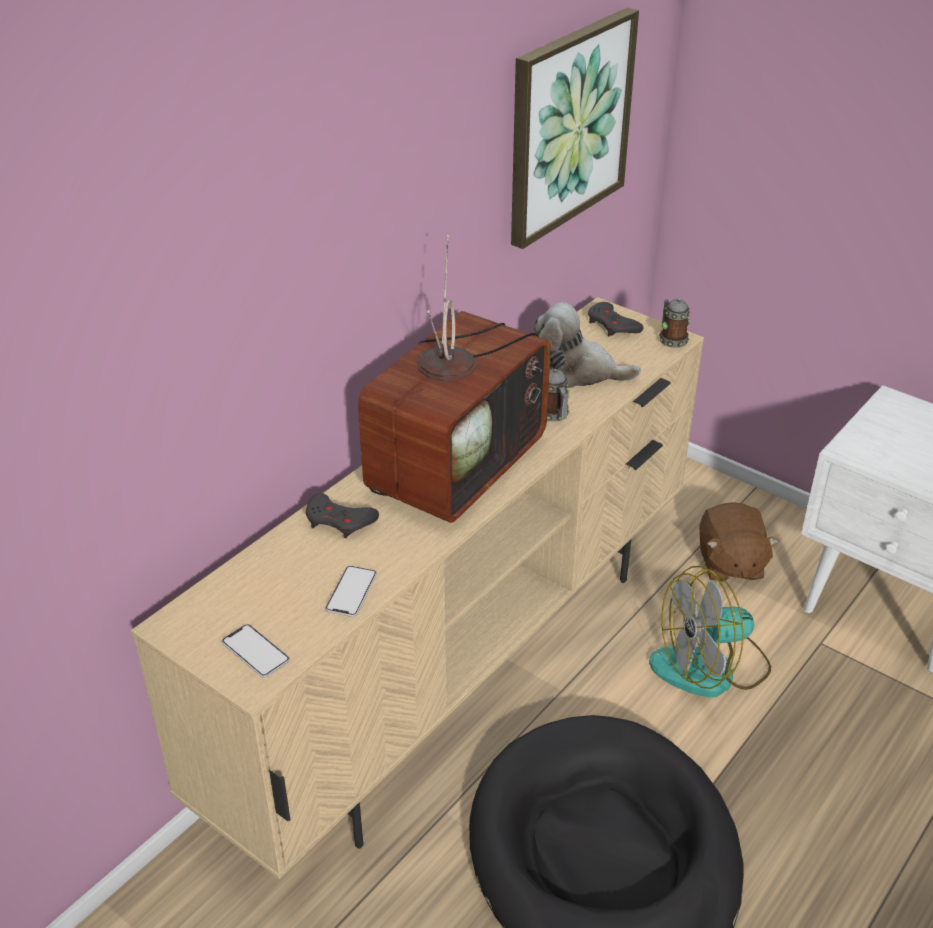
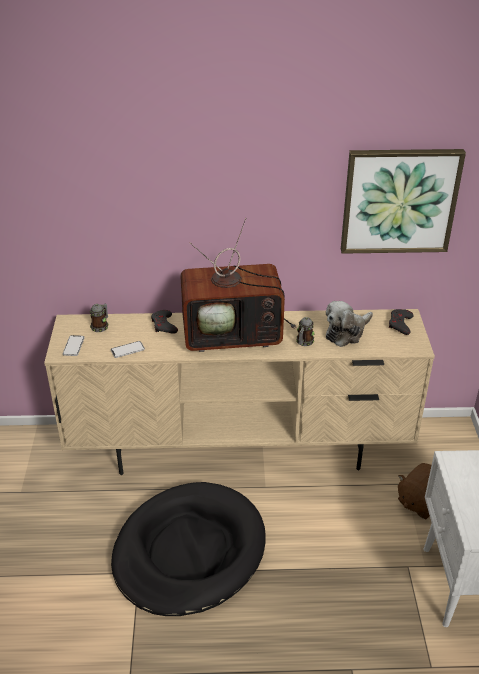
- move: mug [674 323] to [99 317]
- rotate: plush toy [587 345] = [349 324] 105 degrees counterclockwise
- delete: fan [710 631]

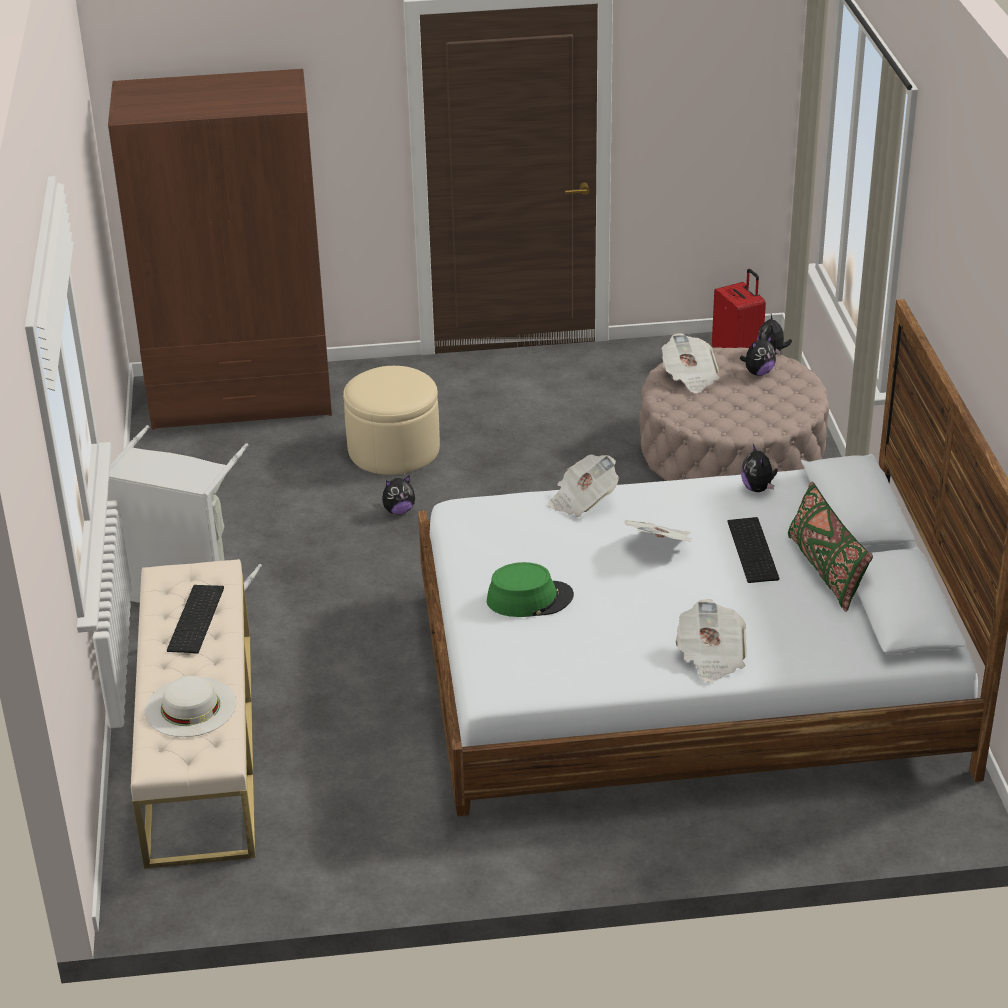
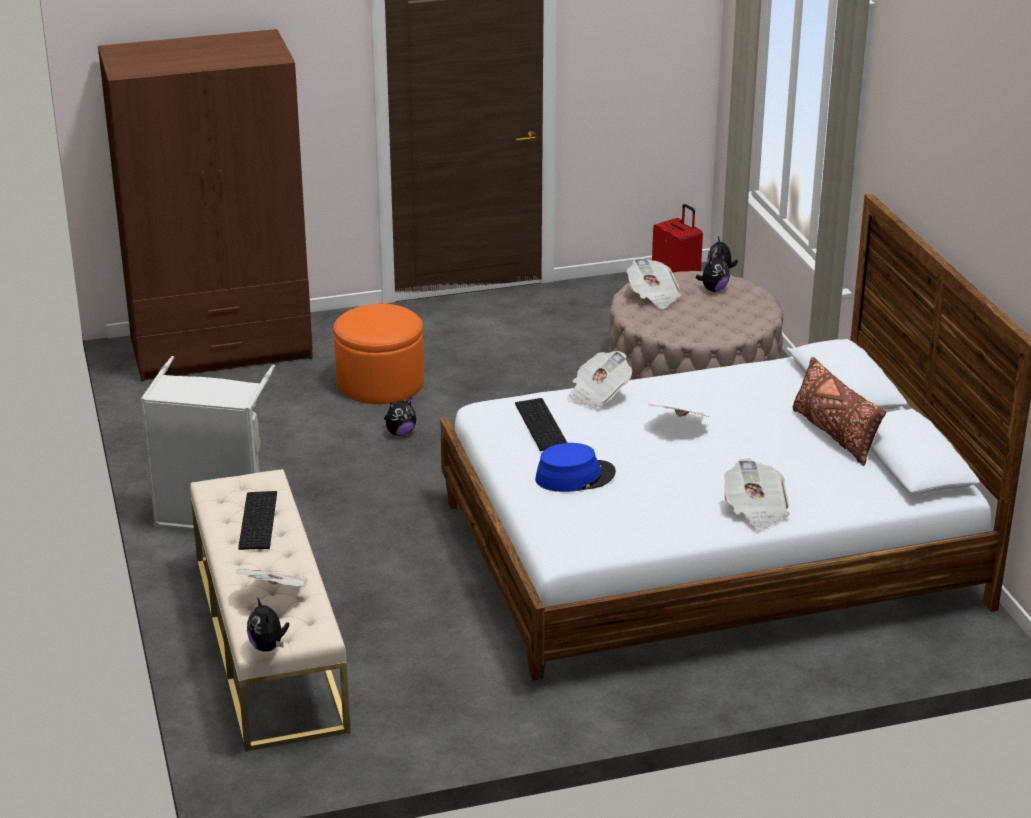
- replace: hat in white [190 706] to newspaper [272 578]
- move: plush toy [759 468] to [268 624]
- recolor: ottoman in beige [391 420] to ottoman in orange [379 354]
- move: keyboard [753 550] to [541 424]
- recolor: hat in green [530 589] to hat in blue [575 467]
- recolor: pillow in green [830 546] to pillow in brown [840 411]

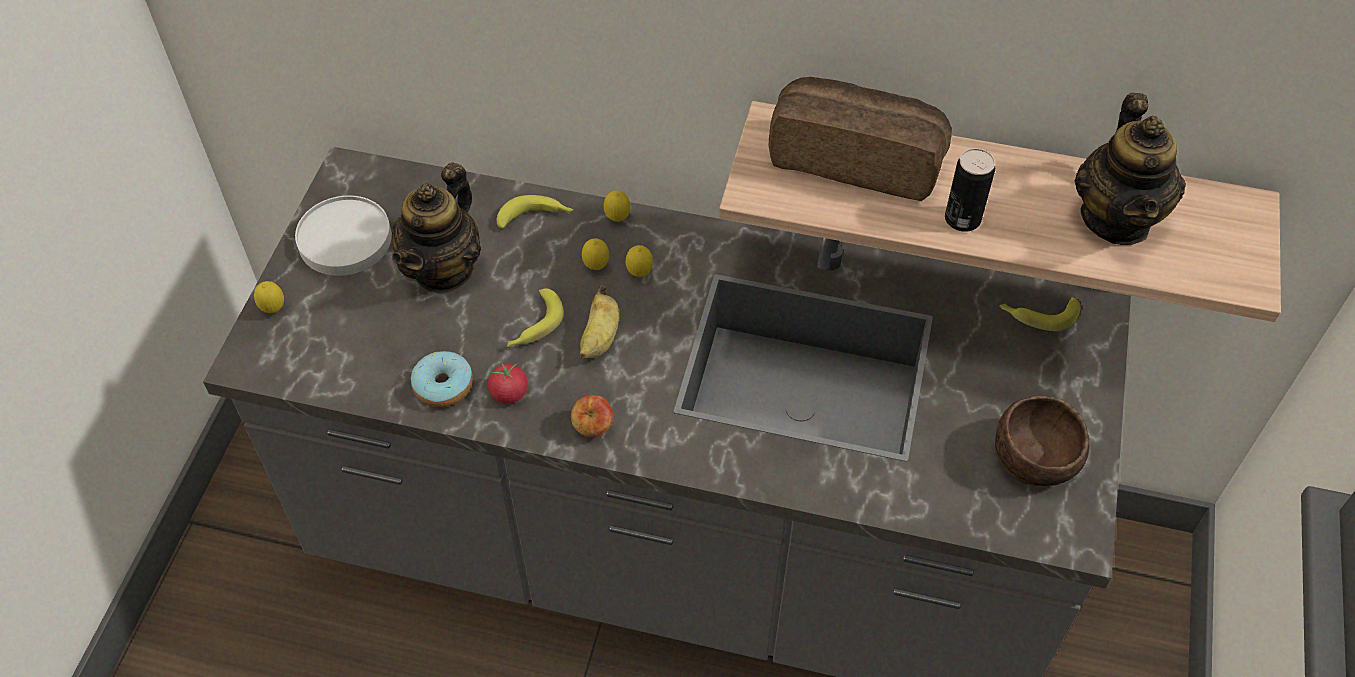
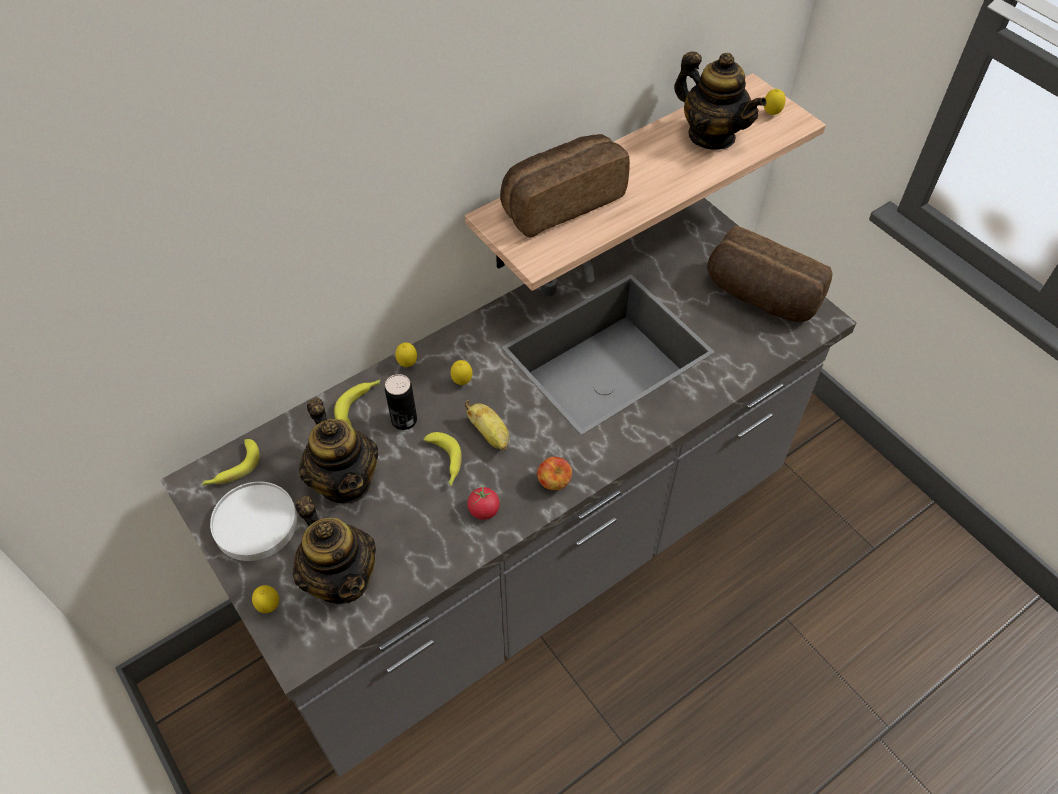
- move: banana [1040 314] to [231 462]
- insert: teapot [334 550]
- move: can [970 190] to [401 402]
- replace: bowl in brown [1042 441] to bread [769 274]
- move: lemon [595 254] to [774 102]
- delete: donut [442 379]

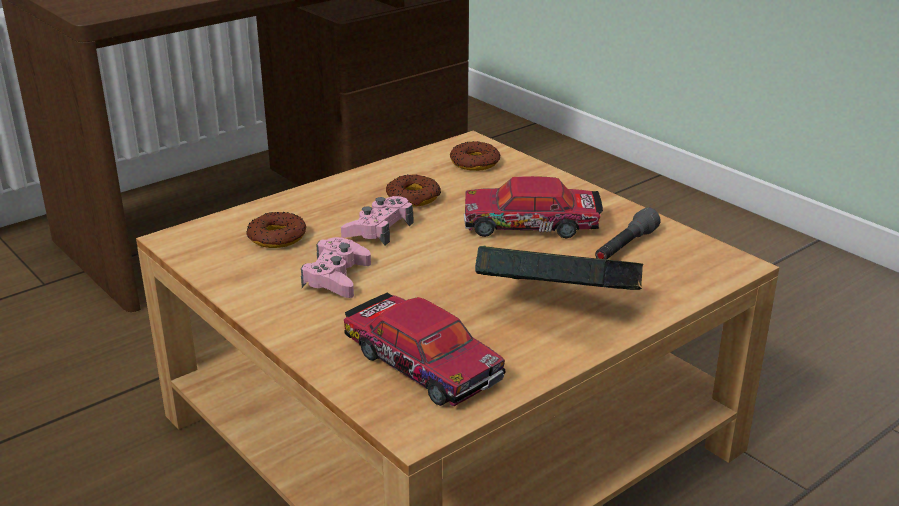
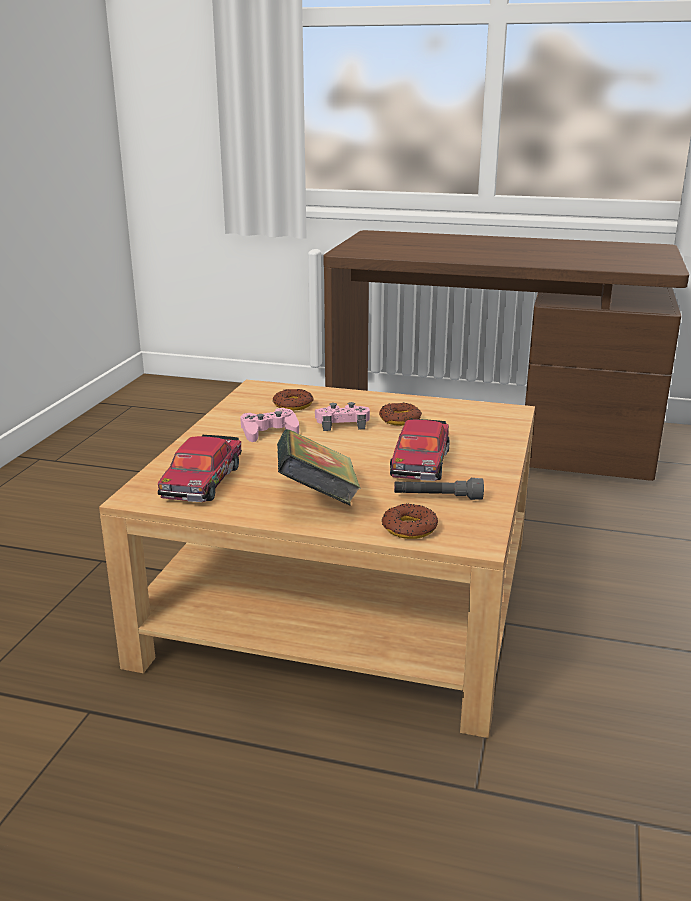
- move: donut [475 156] to [410 521]
- rotate: toy car [533 207] = [419 450] 135 degrees counterclockwise

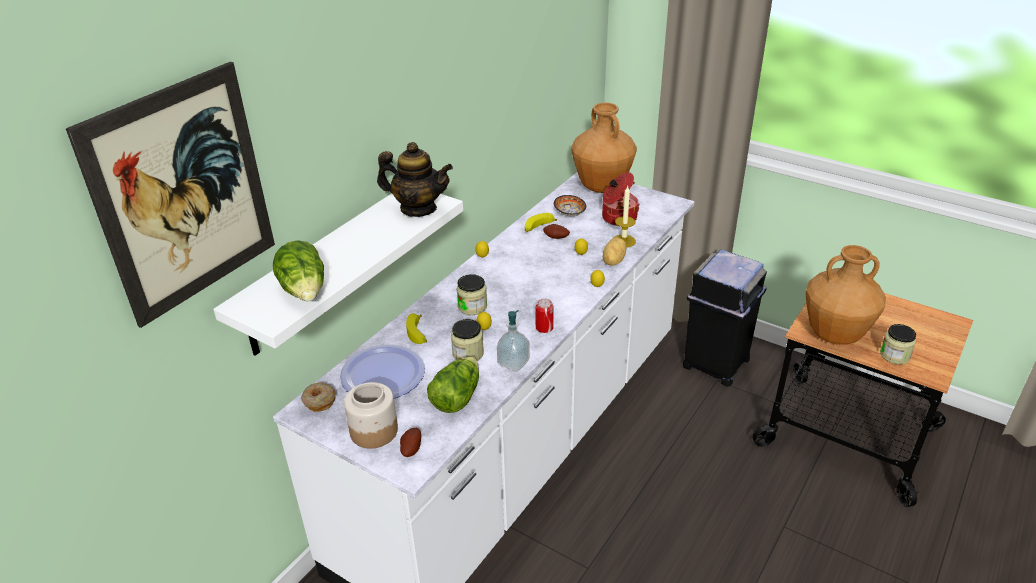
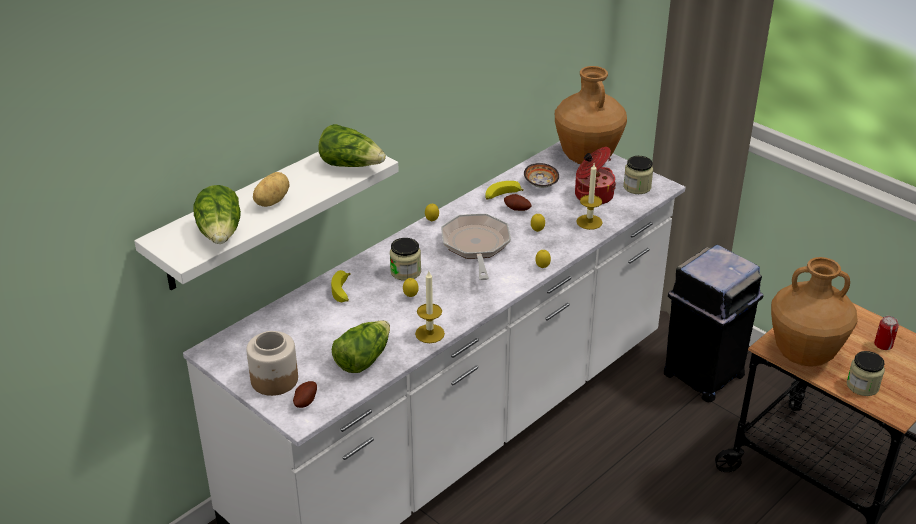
- move: potato [614 252] to [271 189]
- replace: teapot [415 179] to lettuce [352 145]
- replace: soap dispenser [513 341] to candle [430 307]
- insert: frying pan [476 247]
- move: jar [467 340] to [638 175]
- move: can [545 315] to [886 333]
- delete: picture [170 194]
- delete: donut [318 397]
- delete: plate [382 371]

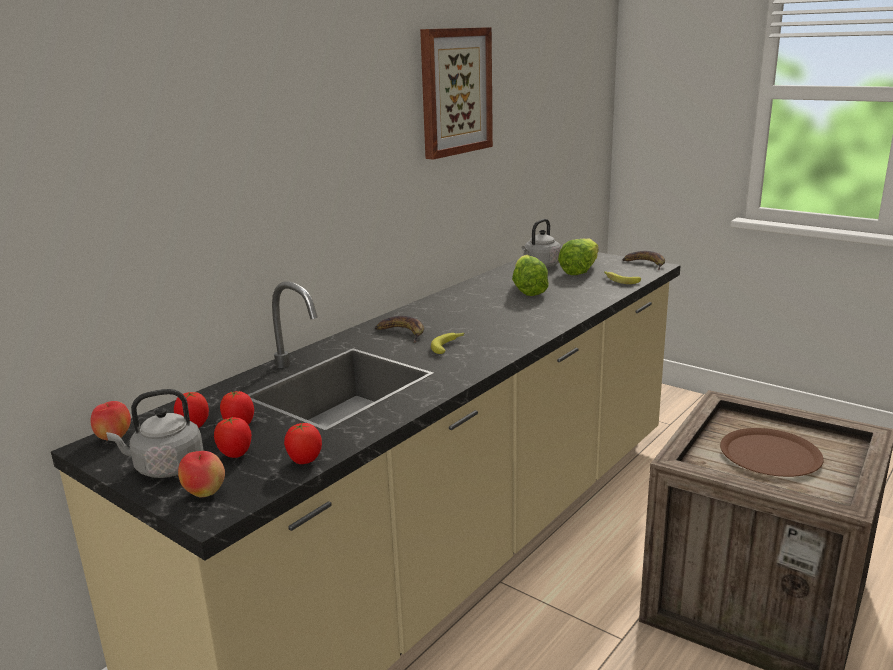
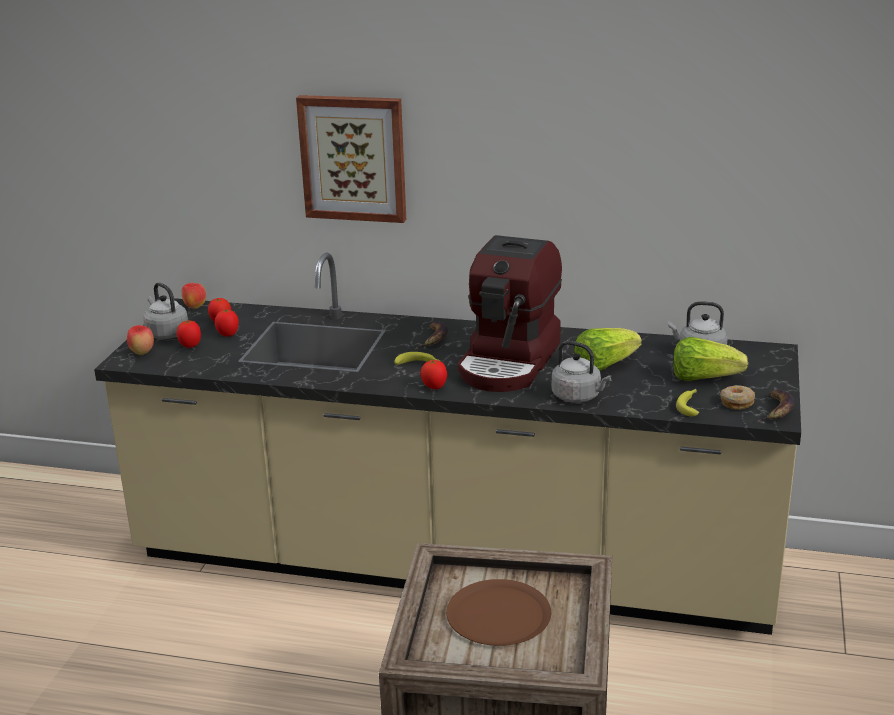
- move: picture [456 93] to [351 159]
- move: tomato [303 443] to [434 374]
- insert: coffee machine [510 313]
- insert: kettle in grey [581 372]
- insert: donut [737 397]

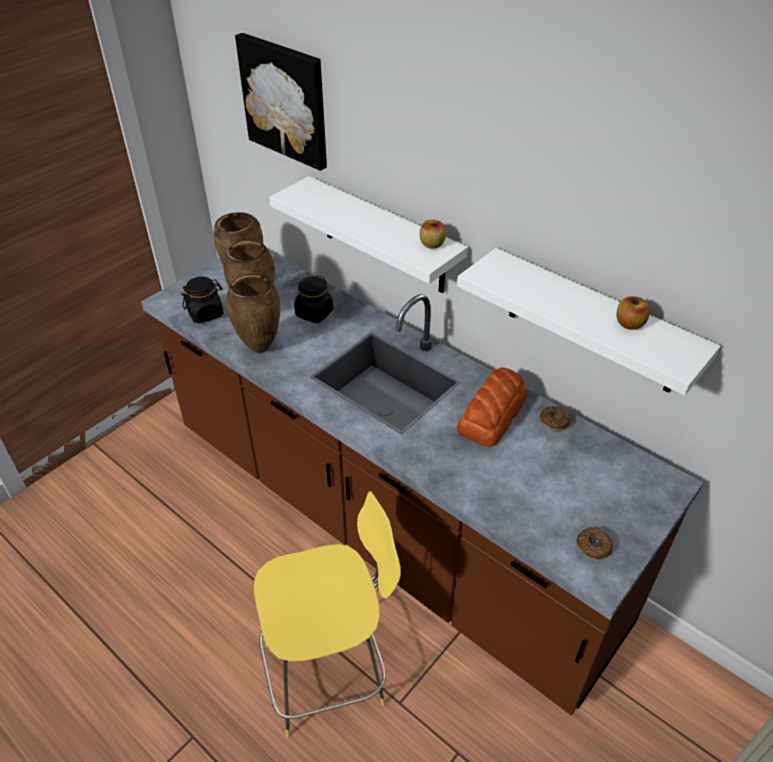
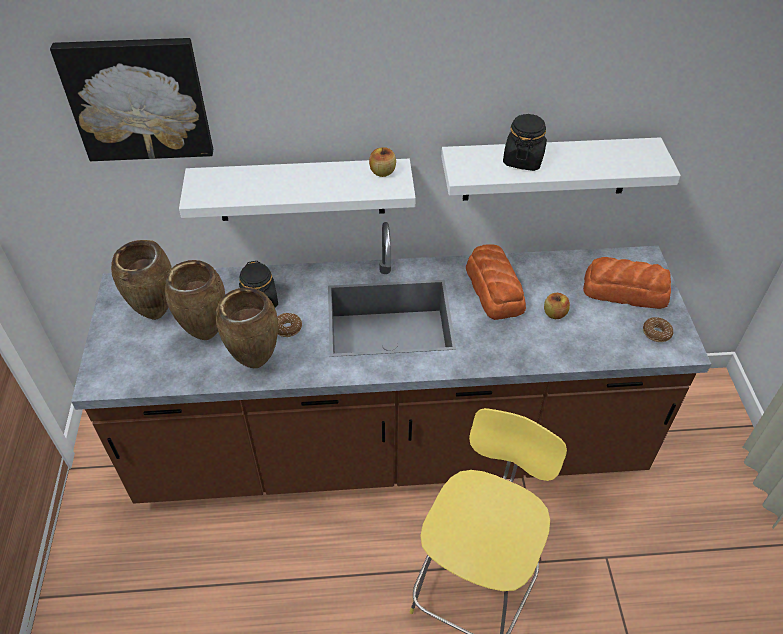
- move: donut [555 418] to [289 325]
- move: jar in black [202 299] to [525 142]
- move: apple [633 313] to [557 306]
- insert: bread [627 283]

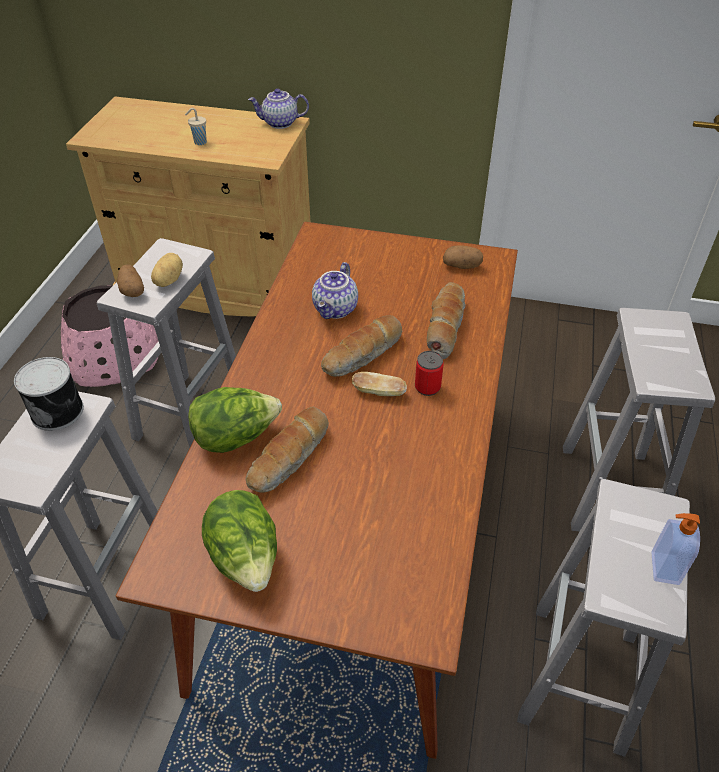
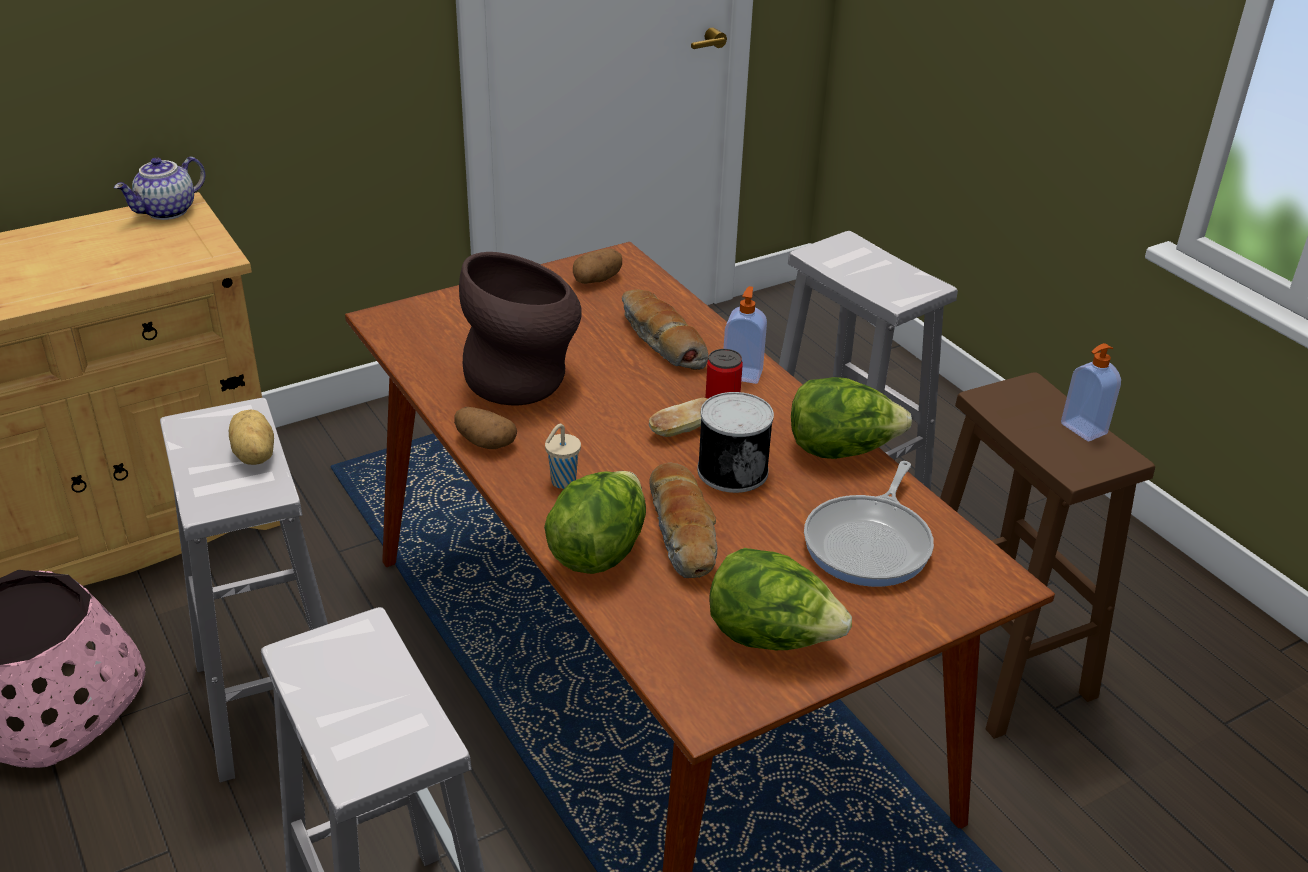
- move: potato [130 280] to [485 428]
- replace: teapot [335 290] to vase in brown [520 328]
- move: cup in beige [196 126] to [563 456]
- move: can [49 394] to [735 442]
- insert: soap dispenser [745 335]
- insert: lettuce [851 418]
- insert: frying pan [869 524]
- recolor: stool in white [603 618] to stool in brown [1047 555]
- delete: bread [361 346]

